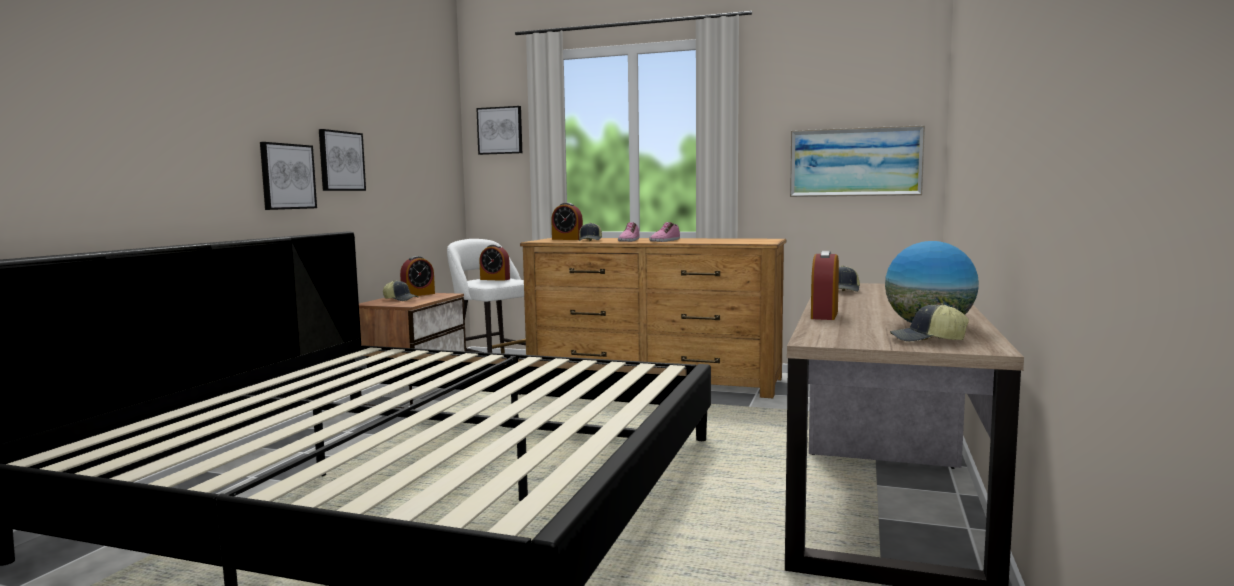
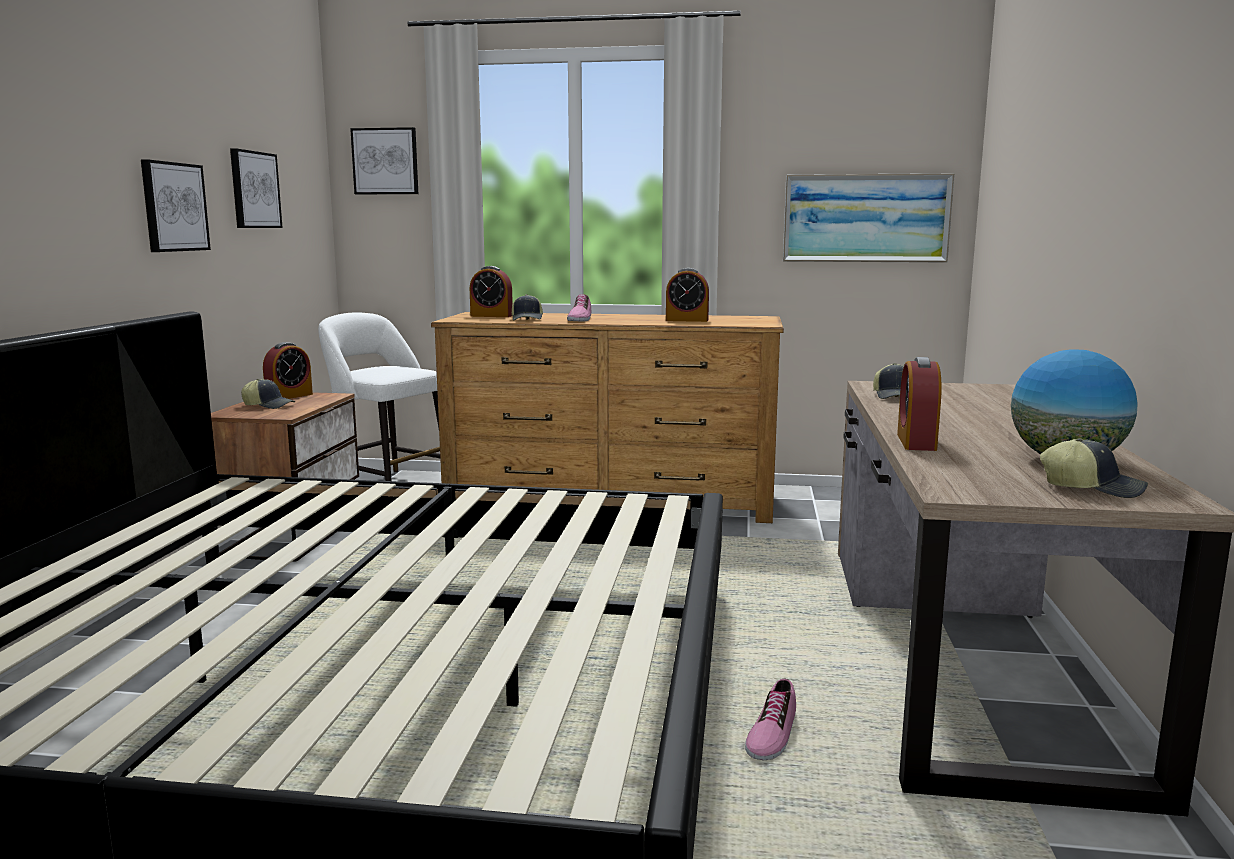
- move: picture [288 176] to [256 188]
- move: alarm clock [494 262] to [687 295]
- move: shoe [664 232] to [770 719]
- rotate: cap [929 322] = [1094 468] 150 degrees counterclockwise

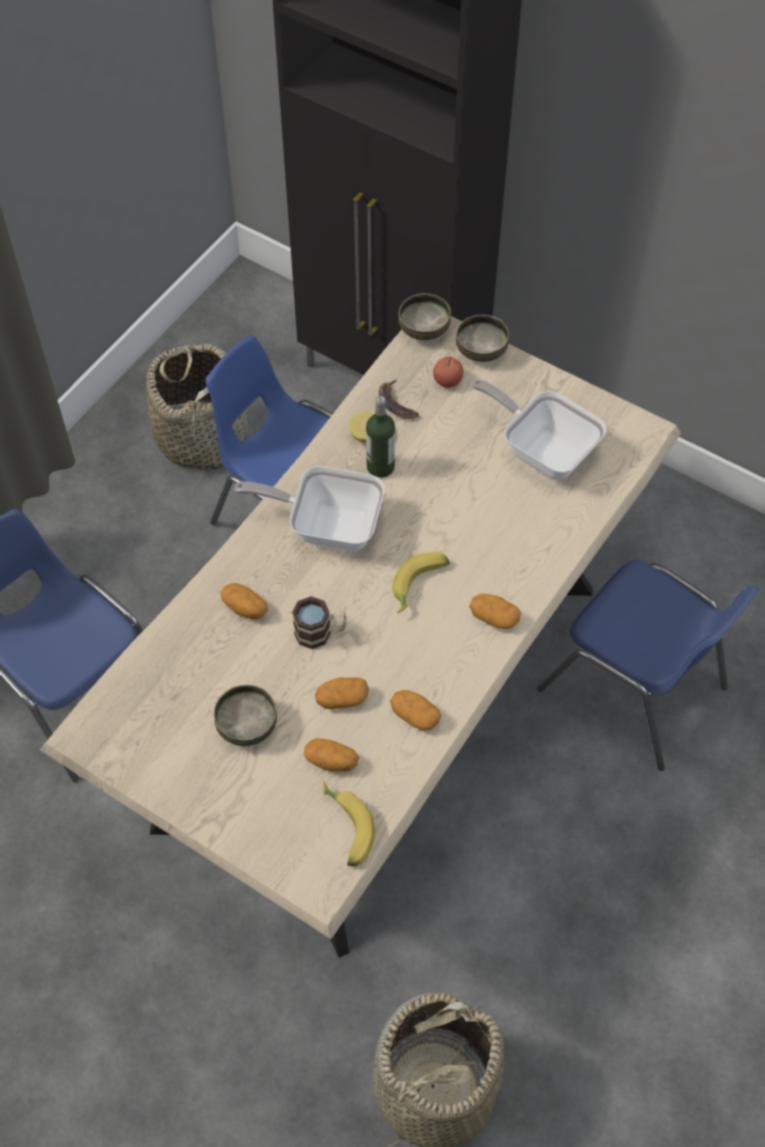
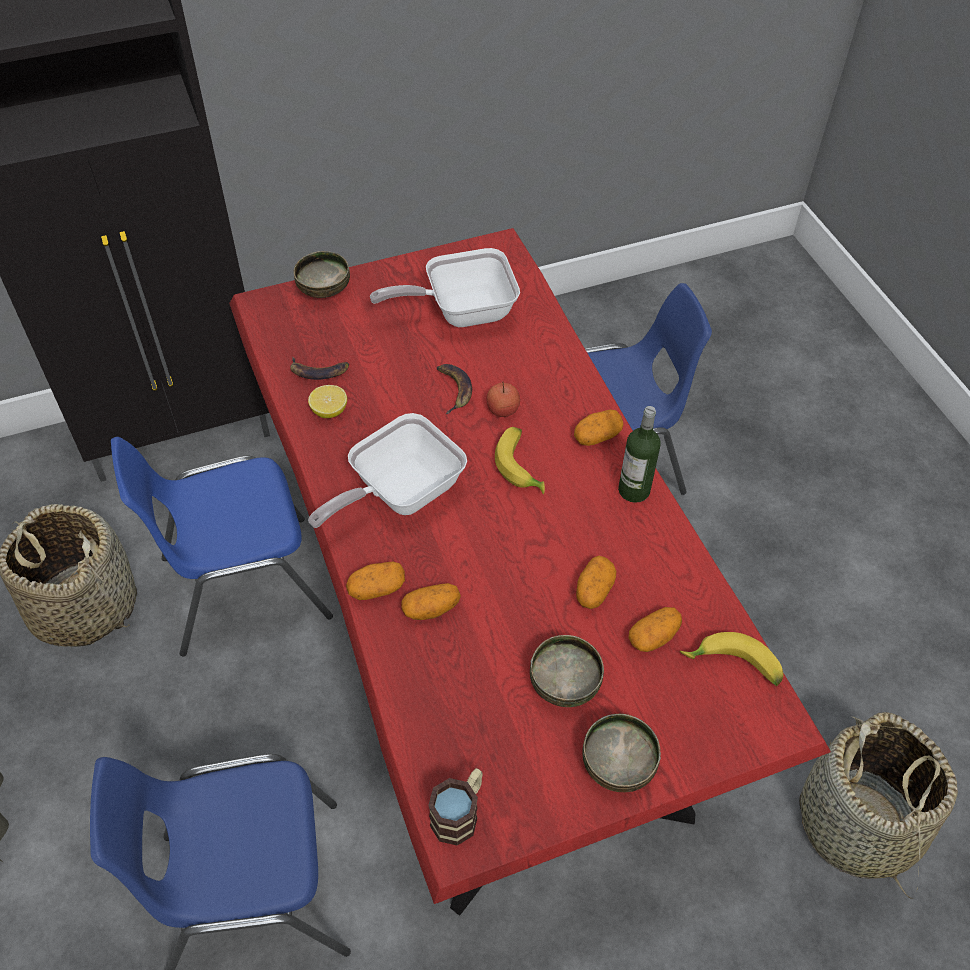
- recolor: dining table in beige [360 637] to dining table in red [530 572]
- move: potato [415 710] to [375 581]
- move: mug [319 622] to [455 807]
- insert: banana [454 389]
- move: apple [448 372] to [503 399]
- move: bowl [424 316] to [621 753]
- move: bottle [380 437] to [639 454]

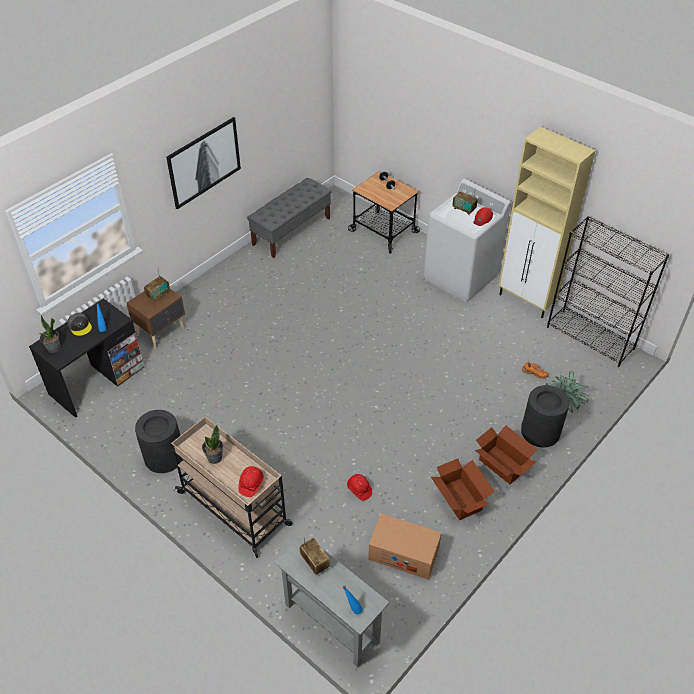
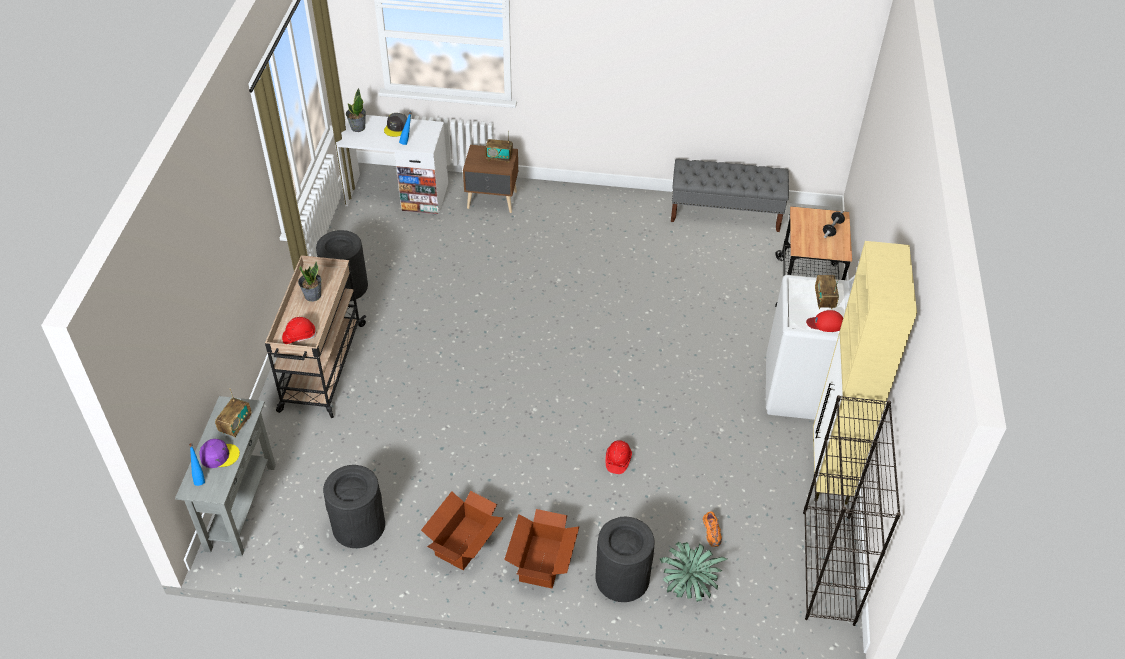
- insert: cap in purple [219 453]
- replace: cardboard box [405 546] to trash can in black [354 506]
- recolor: desk in black [87 358] to desk in white [391 164]
- move: hard hat in red [359 487] to [619 457]
- delete: picture [203 163]

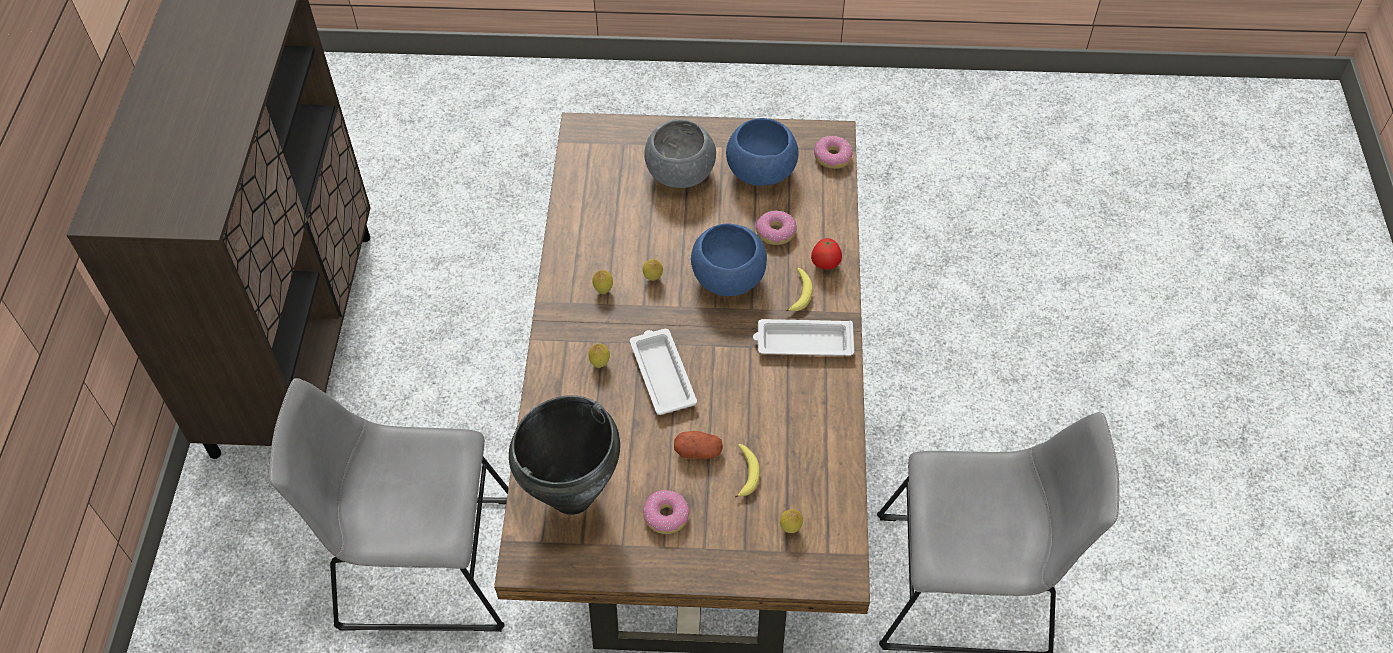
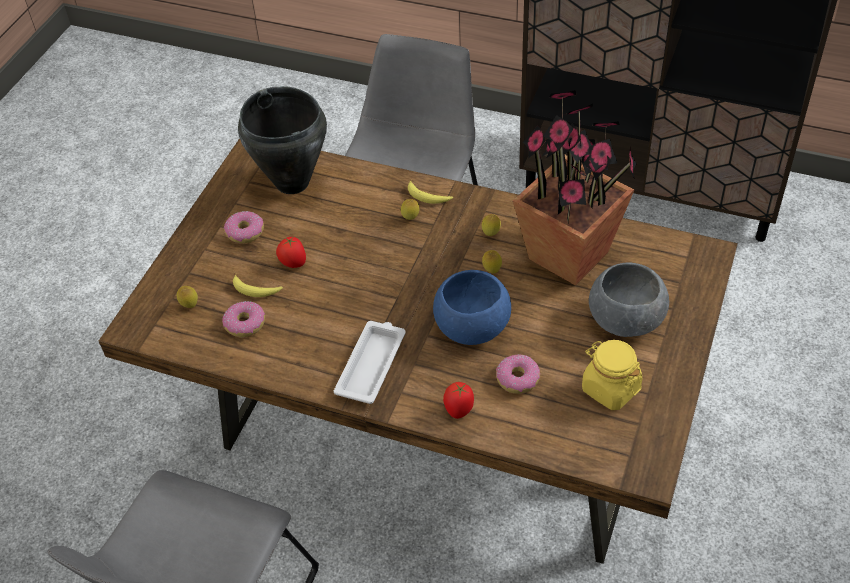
- move: donut [833 152] to [243 319]
- replace: potato [698 445] to tomato [291 252]
- move: banana [799 290] to [430 191]
- insert: potted plant [574 188]
- replace: bowl in blue [762 152] to jar in yellow [612 375]
- delete: tray in white [663 372]

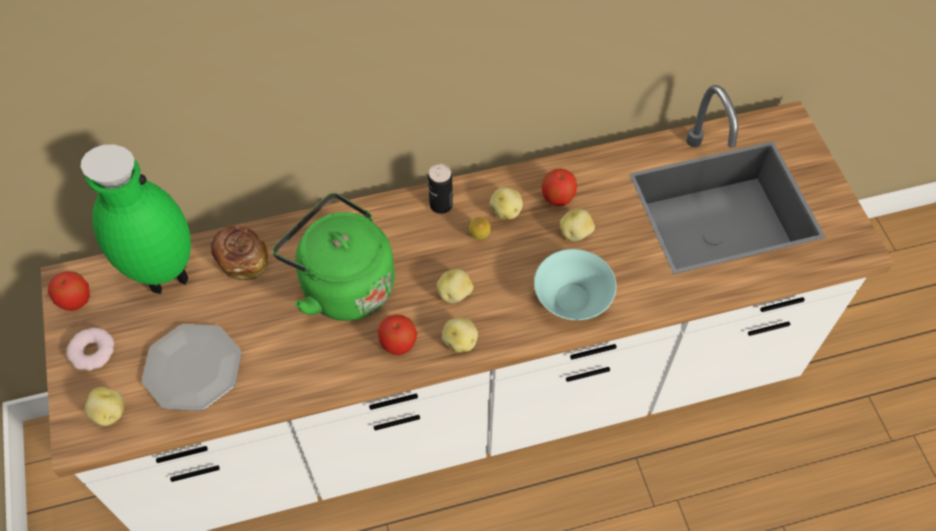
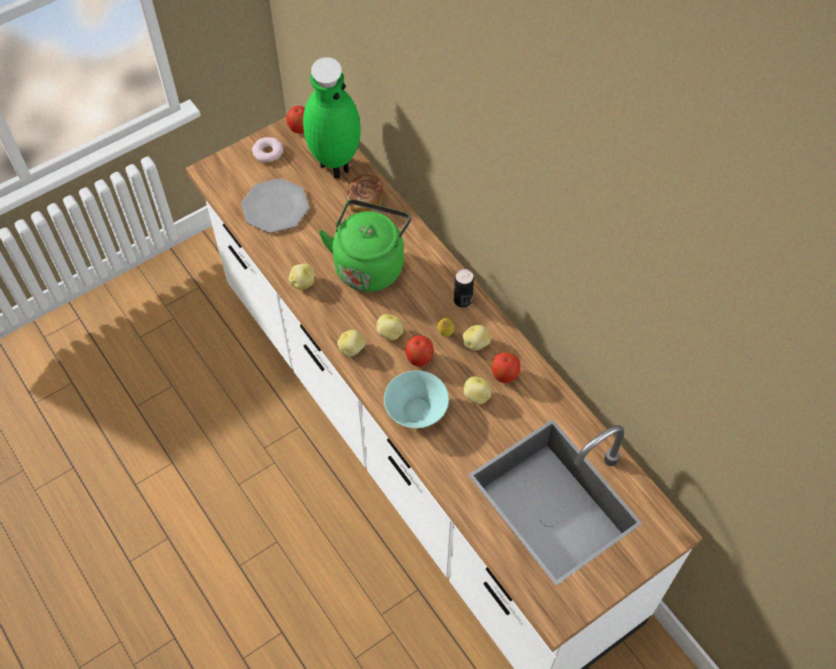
- move: potato [104 406] to [301 276]
- move: apple [397 334] to [419 351]

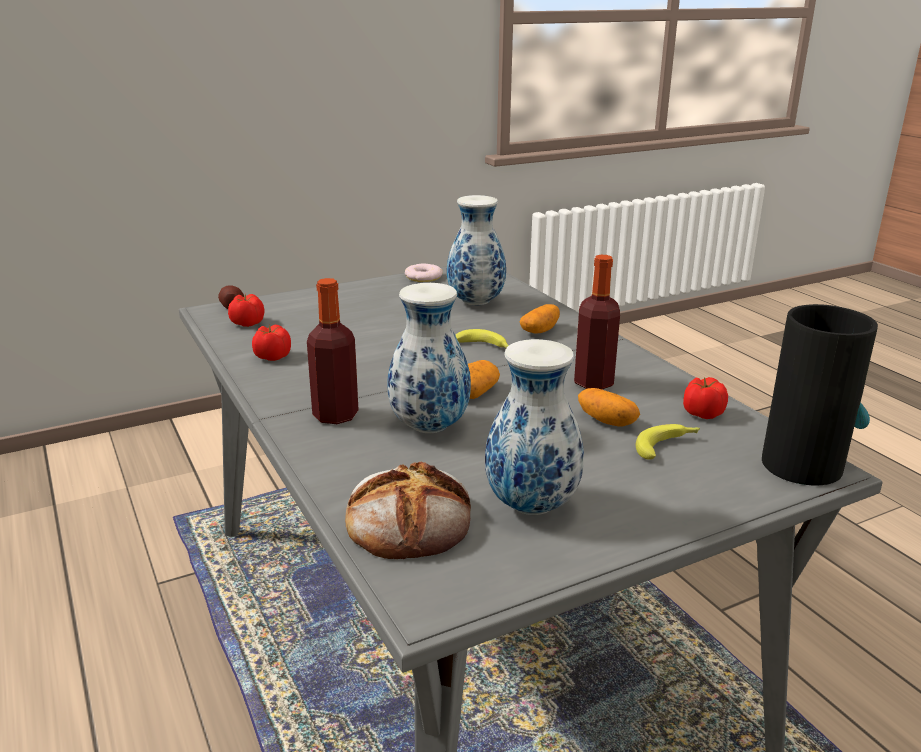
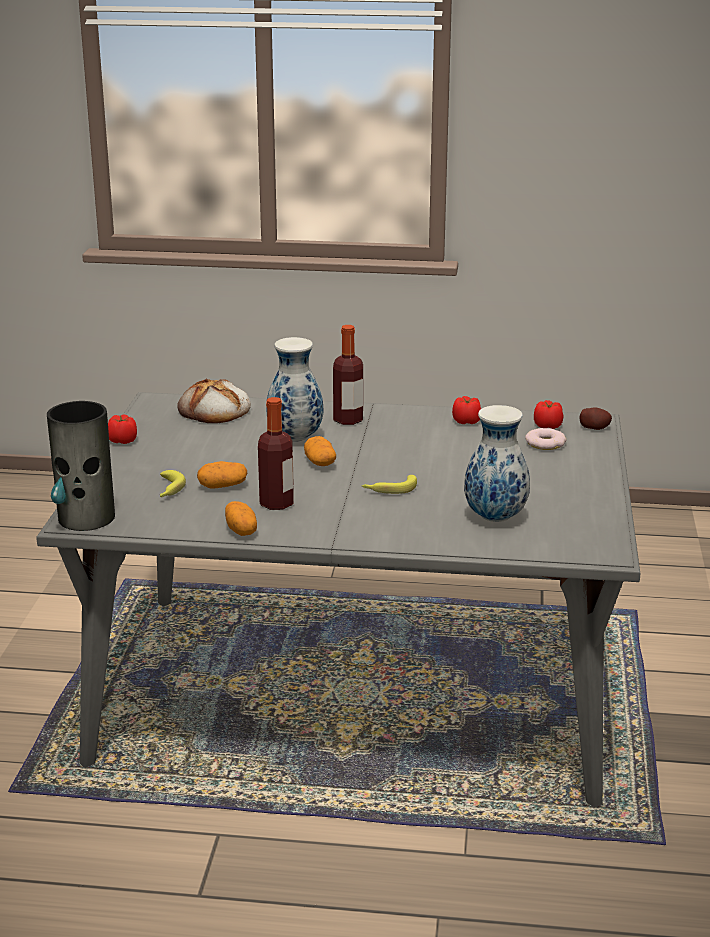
- move: tomato [705 398] to [122 429]
- move: potato [540 318] to [241 518]
- move: donut [424 272] to [545 439]
- delete: vase [534 427]

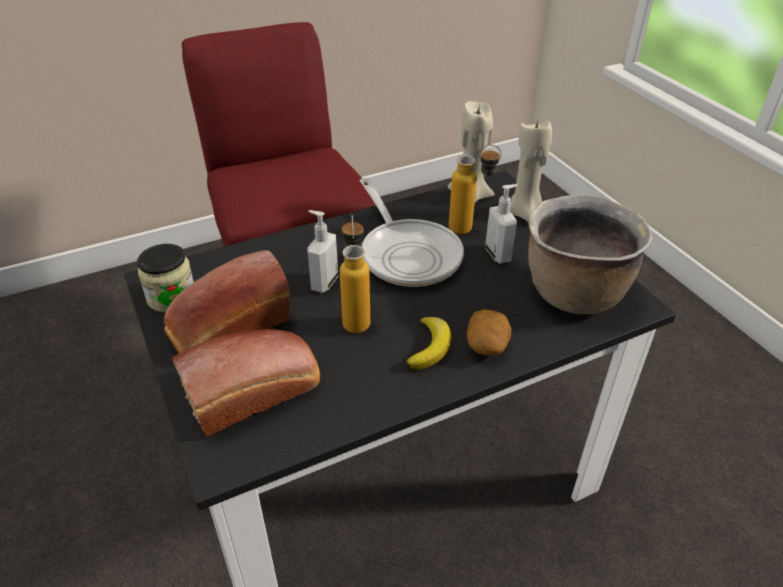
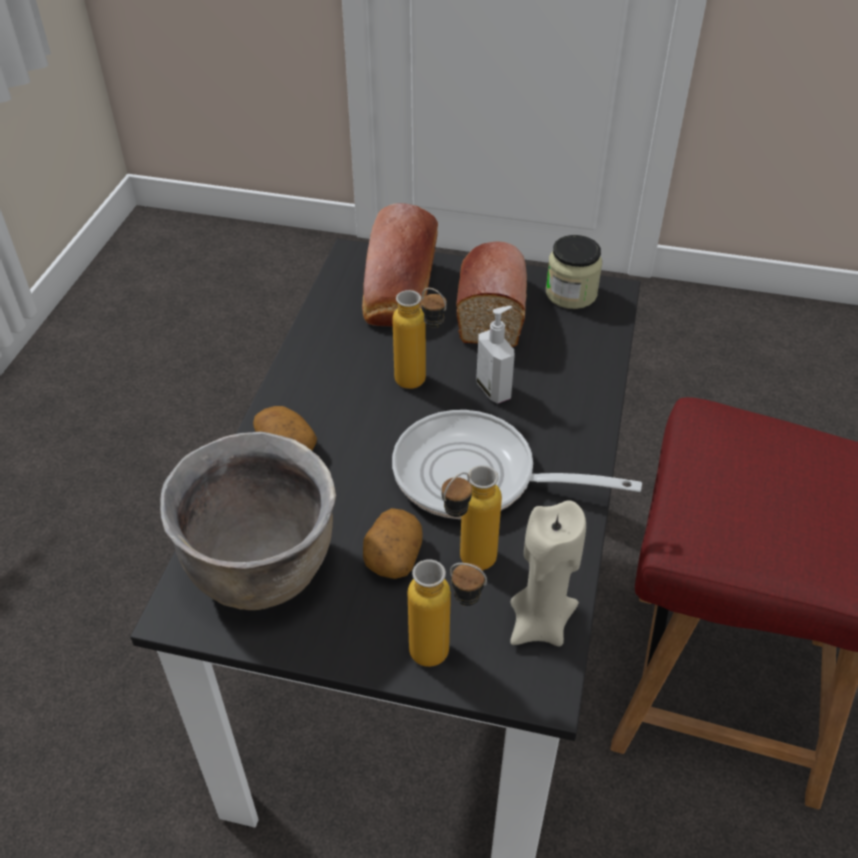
- replace: soap dispenser [501 224] to potato [393 543]
- replace: candle in beige [531 171] to bottle [447 613]
- delete: banana [428 343]

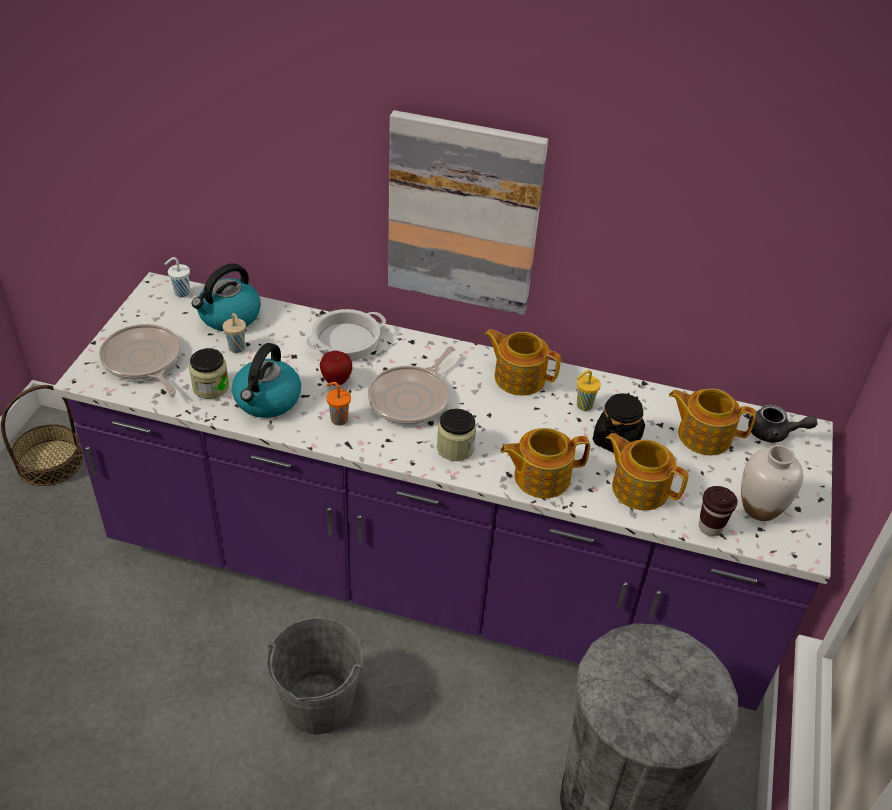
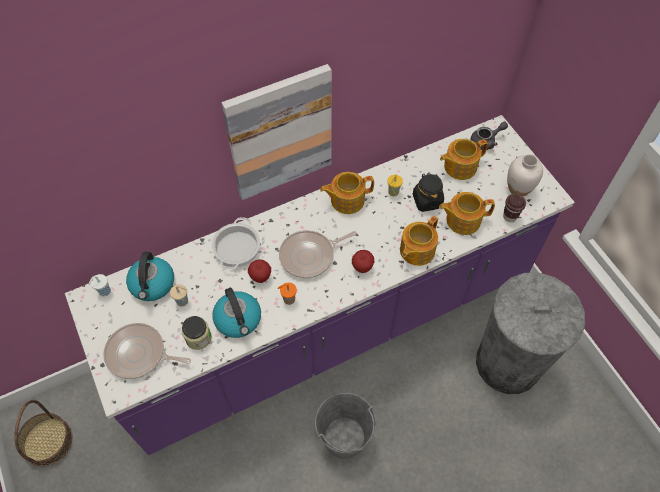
- rotate: frying pan [411 385] = [318 254] 75 degrees clockwise
- replace: jar [456 435] to apple [363 261]

